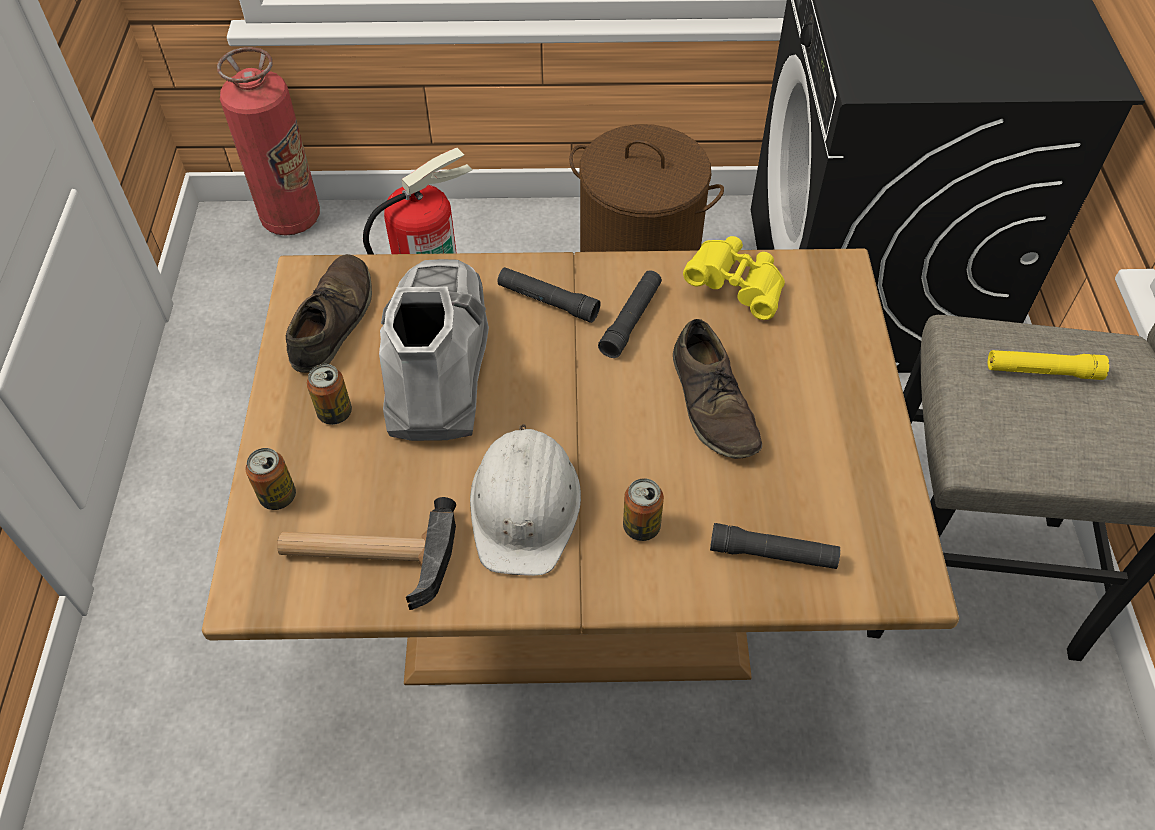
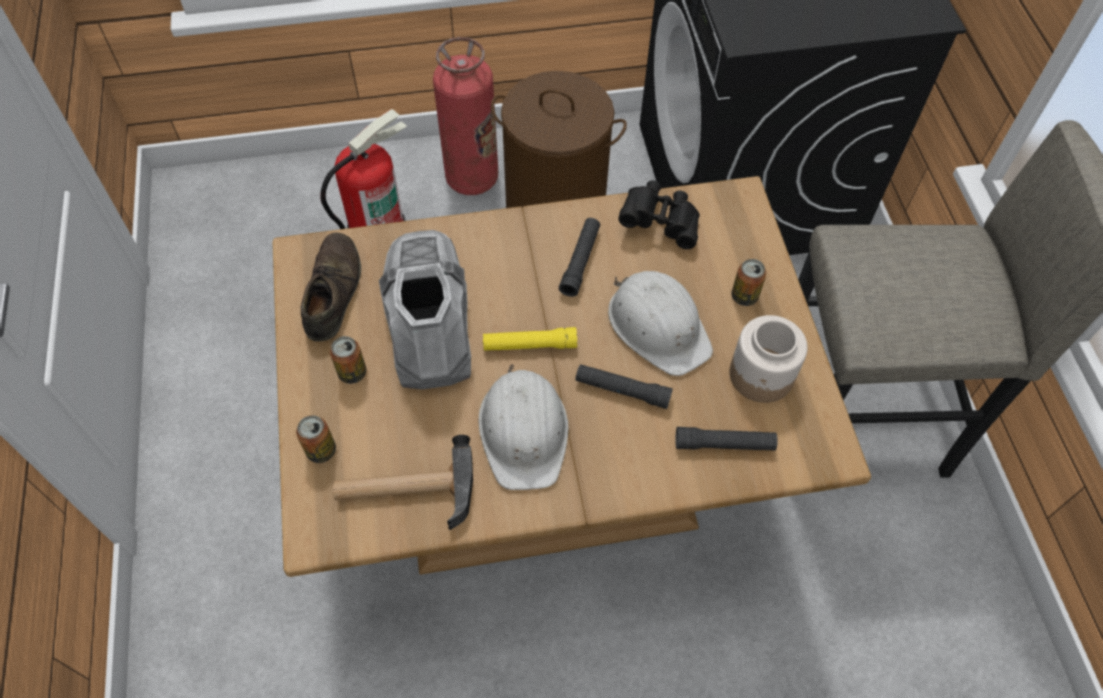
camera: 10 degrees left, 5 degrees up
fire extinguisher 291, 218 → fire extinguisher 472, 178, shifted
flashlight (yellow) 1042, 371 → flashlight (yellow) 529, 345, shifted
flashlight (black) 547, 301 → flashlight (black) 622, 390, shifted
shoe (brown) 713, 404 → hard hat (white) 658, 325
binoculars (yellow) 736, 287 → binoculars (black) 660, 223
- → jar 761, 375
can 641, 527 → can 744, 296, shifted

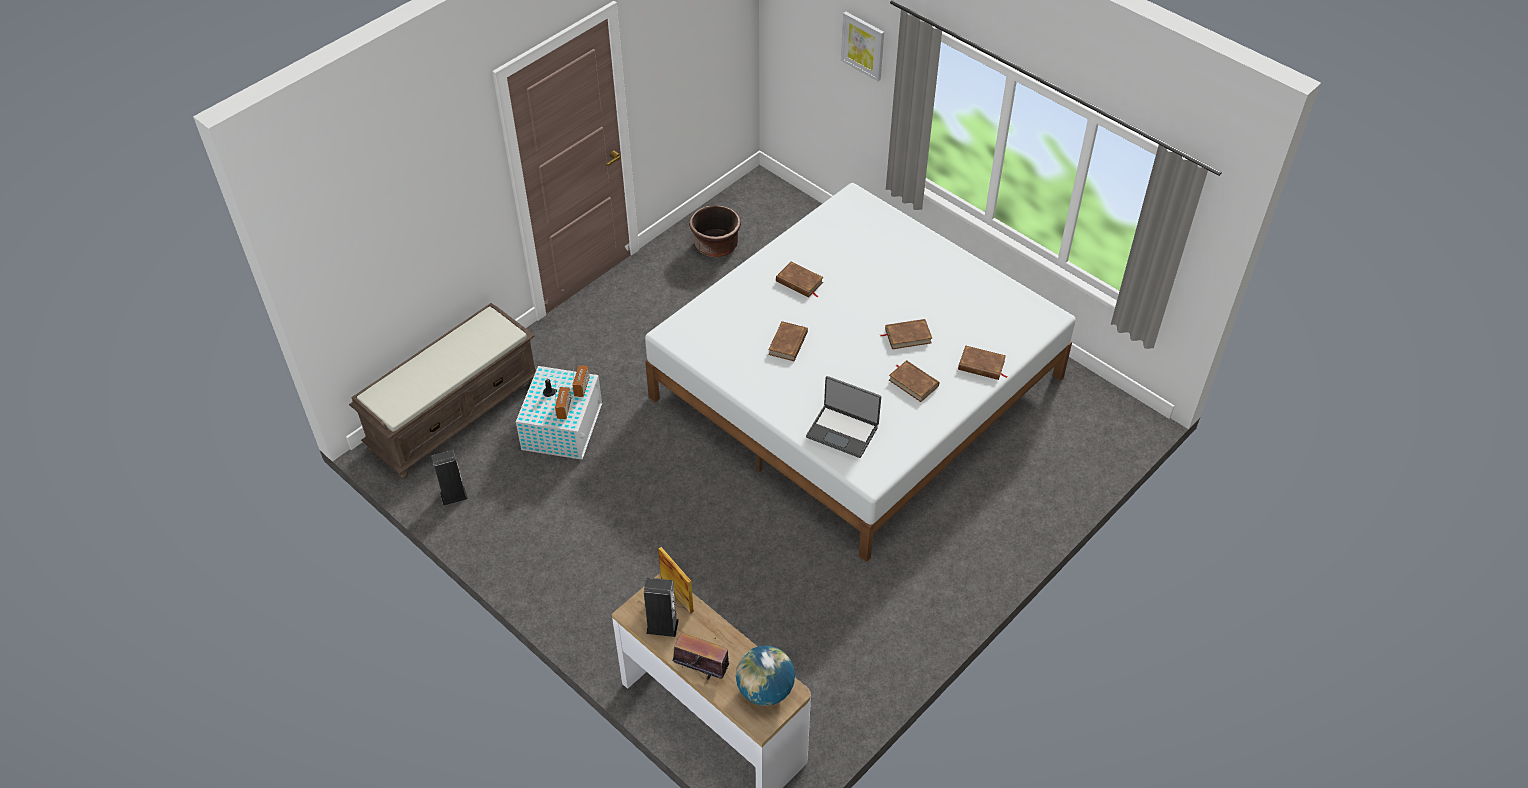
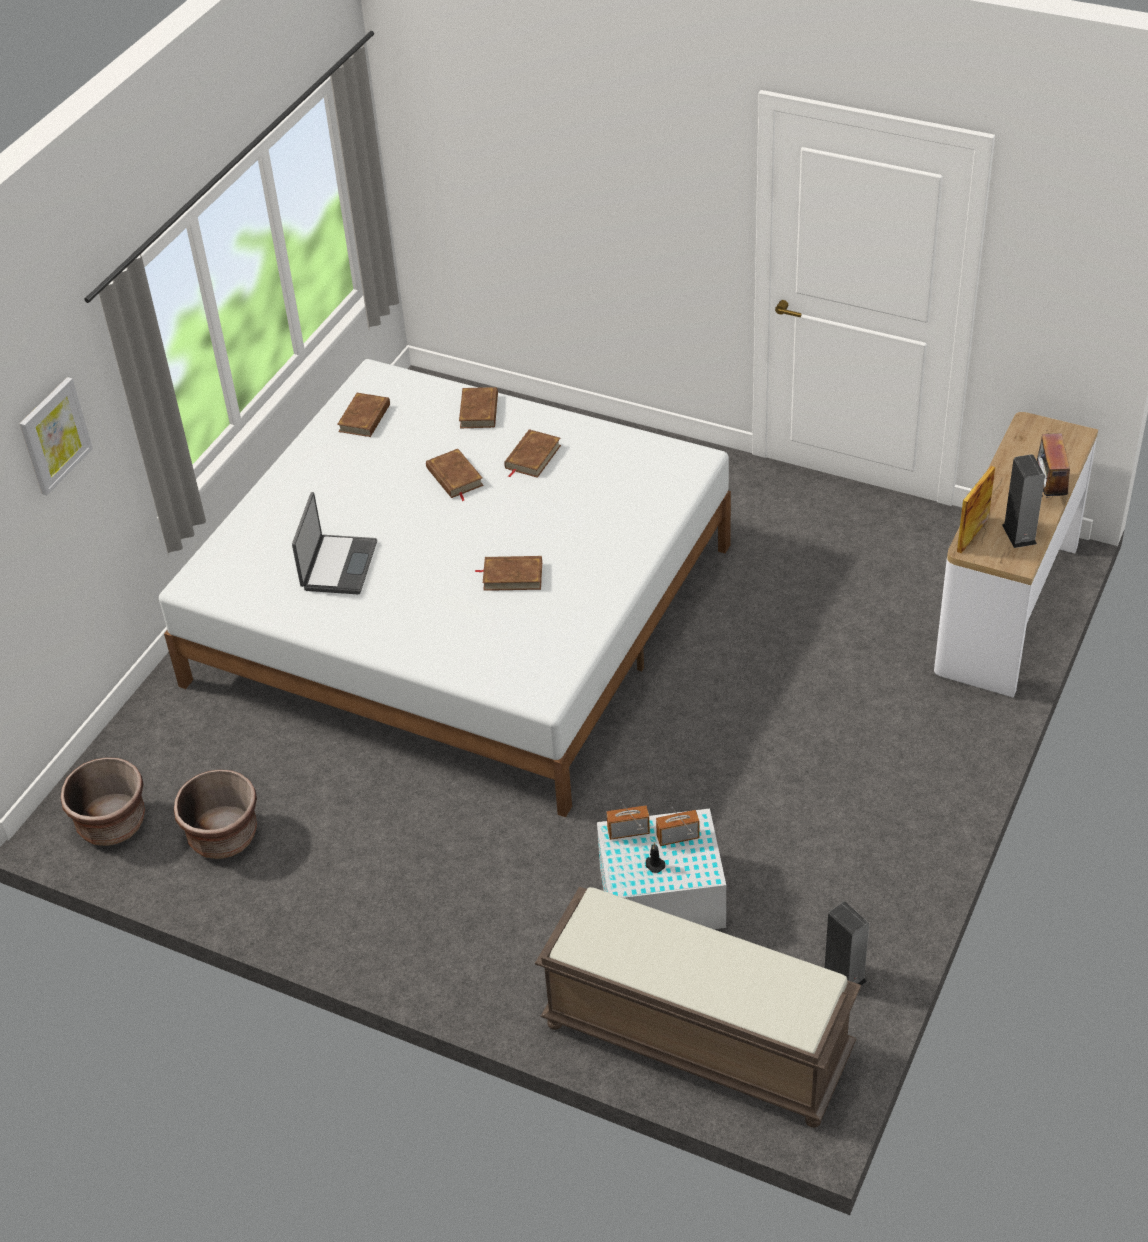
camera: 105 degrees left, 5 degrees down
- → planter (brown) 112, 823
laptop 843, 431 → laptop 338, 566, shifted
book (brown) 799, 282 → book (brown) 365, 418, shifted
globe 765, 690 → -

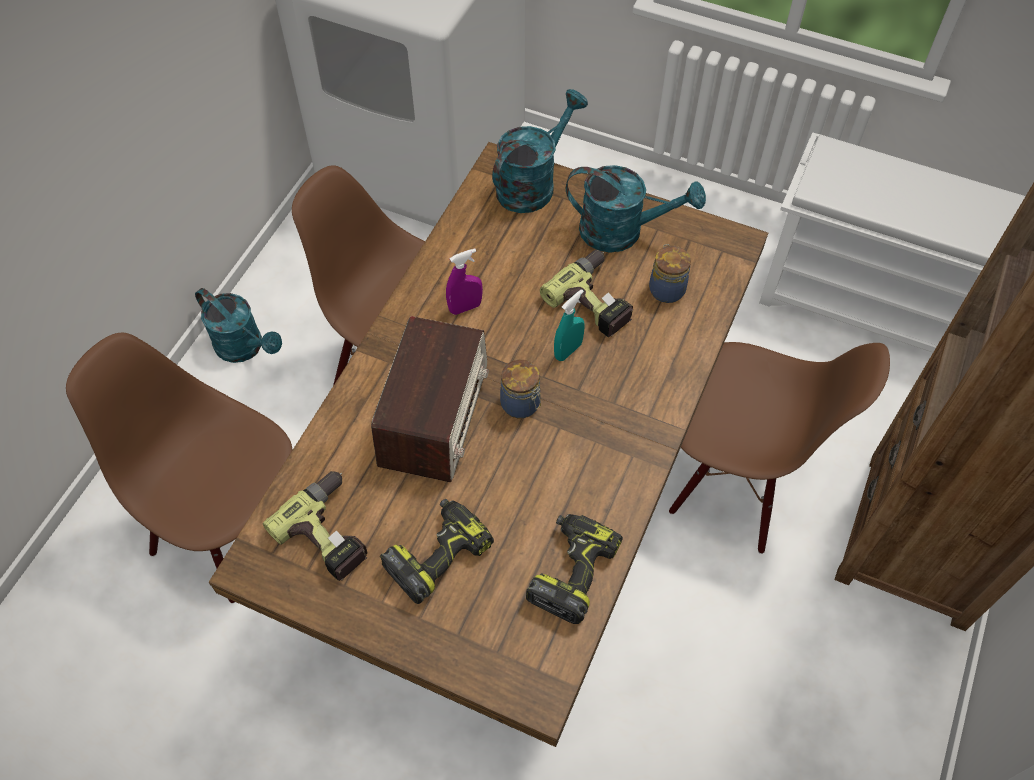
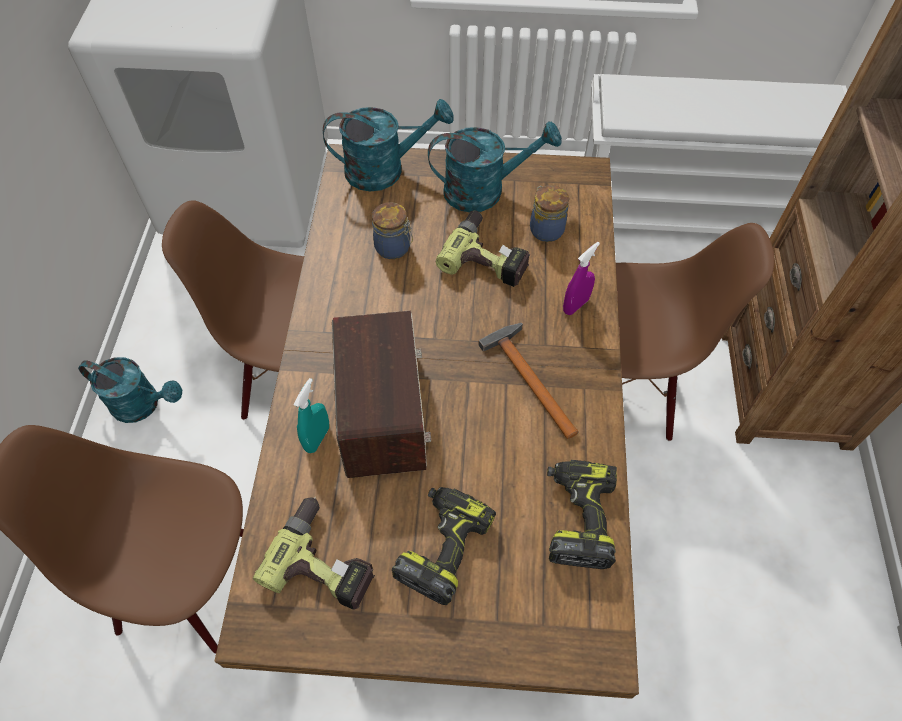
camera: 20 degrees left, 0 degrees up
spray bottle (turquoise) 568, 351 → spray bottle (turquoise) 317, 438, shifted
watering can (turquoise) 532, 183 → watering can (turquoise) 385, 170, 60 degrees clockwise
jar 521, 405 → jar 394, 248, shifted
- → hammer 529, 378
spray bottle (purple) 465, 307 → spray bottle (purple) 575, 305, shifted

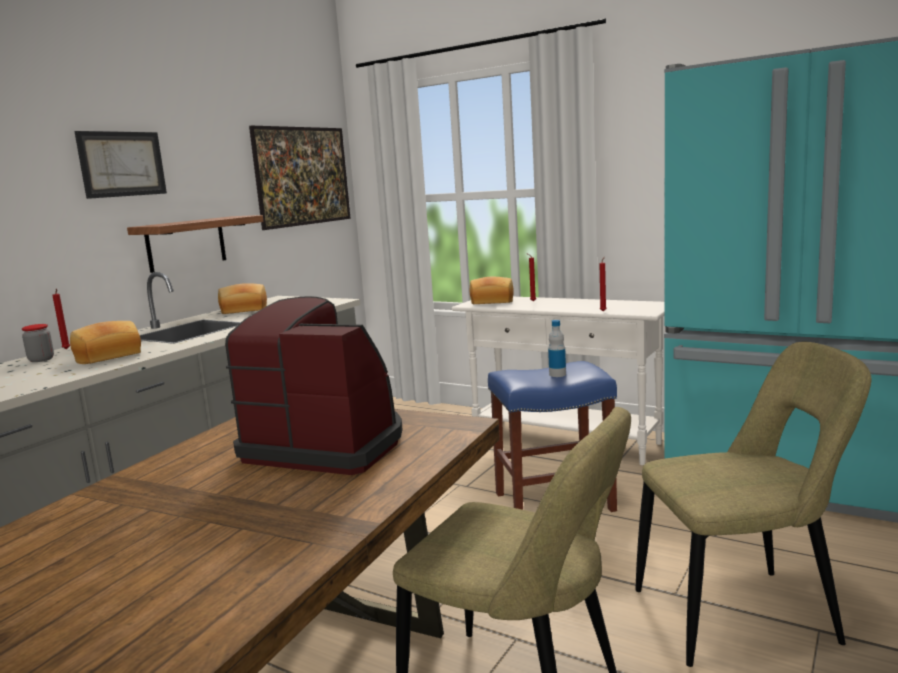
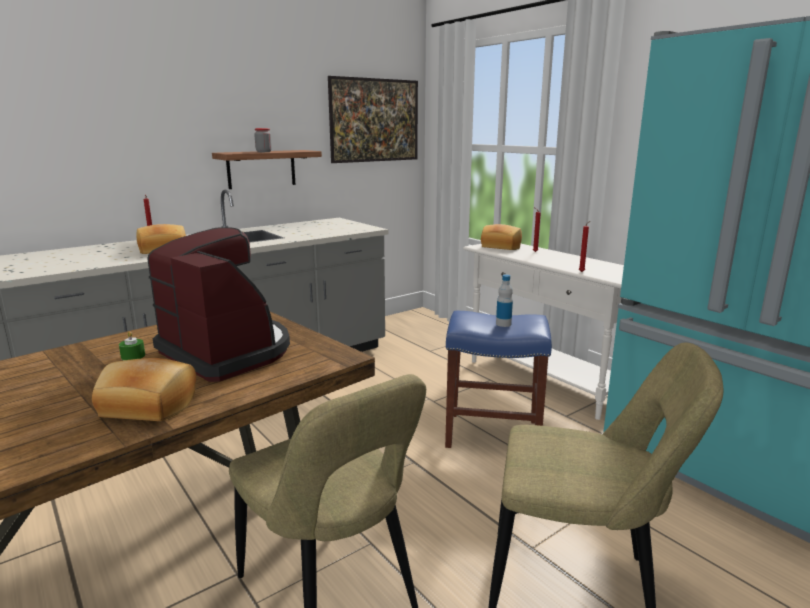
camera: 20 degrees right, 5 degrees up
bread 244, 310 → bread 148, 406, shifted
- → candle (green) 133, 356
jar 41, 360 → jar 263, 152, shifted
picture 122, 164 → -

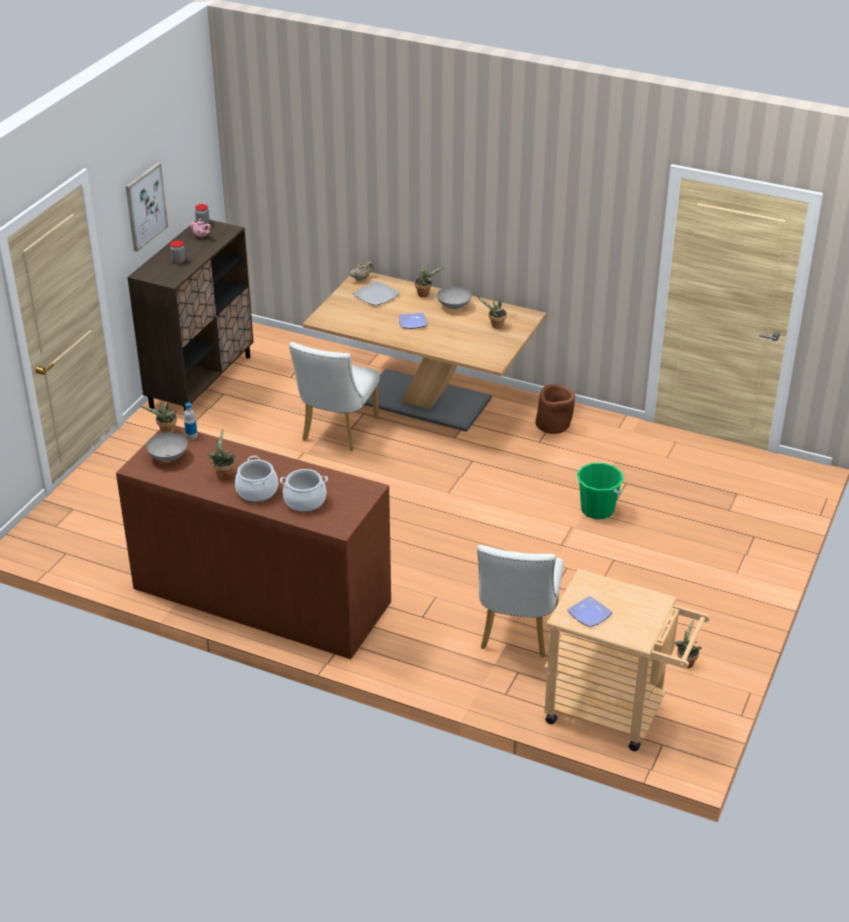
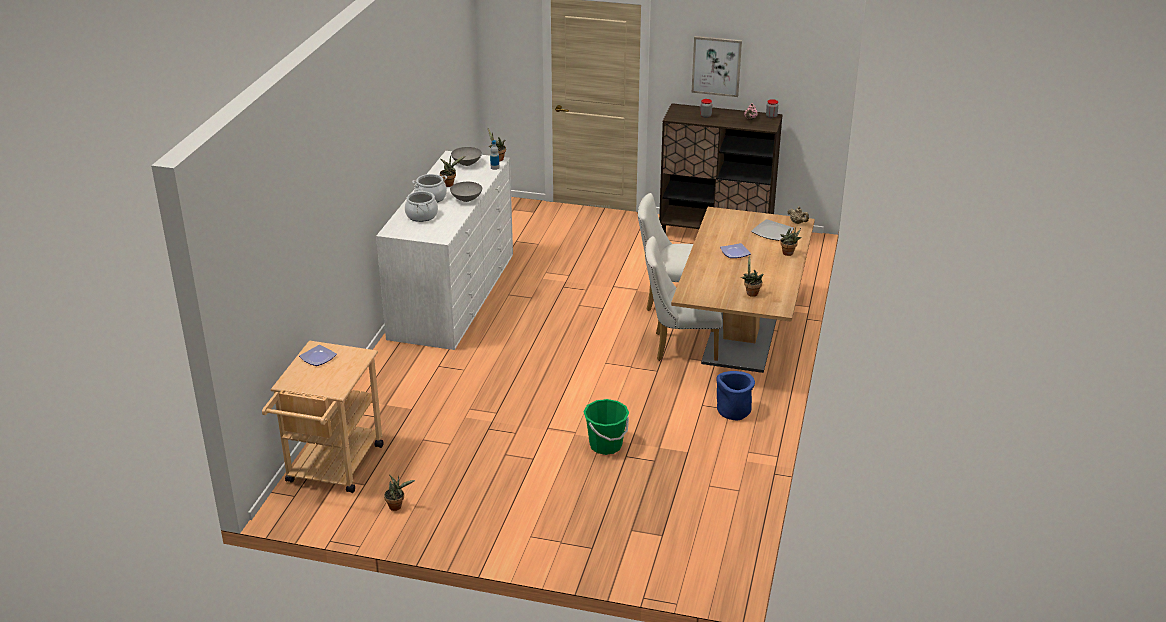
camera: 80 degrees right, 5 degrees down
dresser (brown) 261, 595 → dresser (white) 453, 295
bowl (grey) 454, 306 → bowl (grey) 467, 199, shifted
chair (white) 516, 633 → chair (white) 680, 347, shifted
planter (brown) 553, 425 → planter (blue) 733, 411

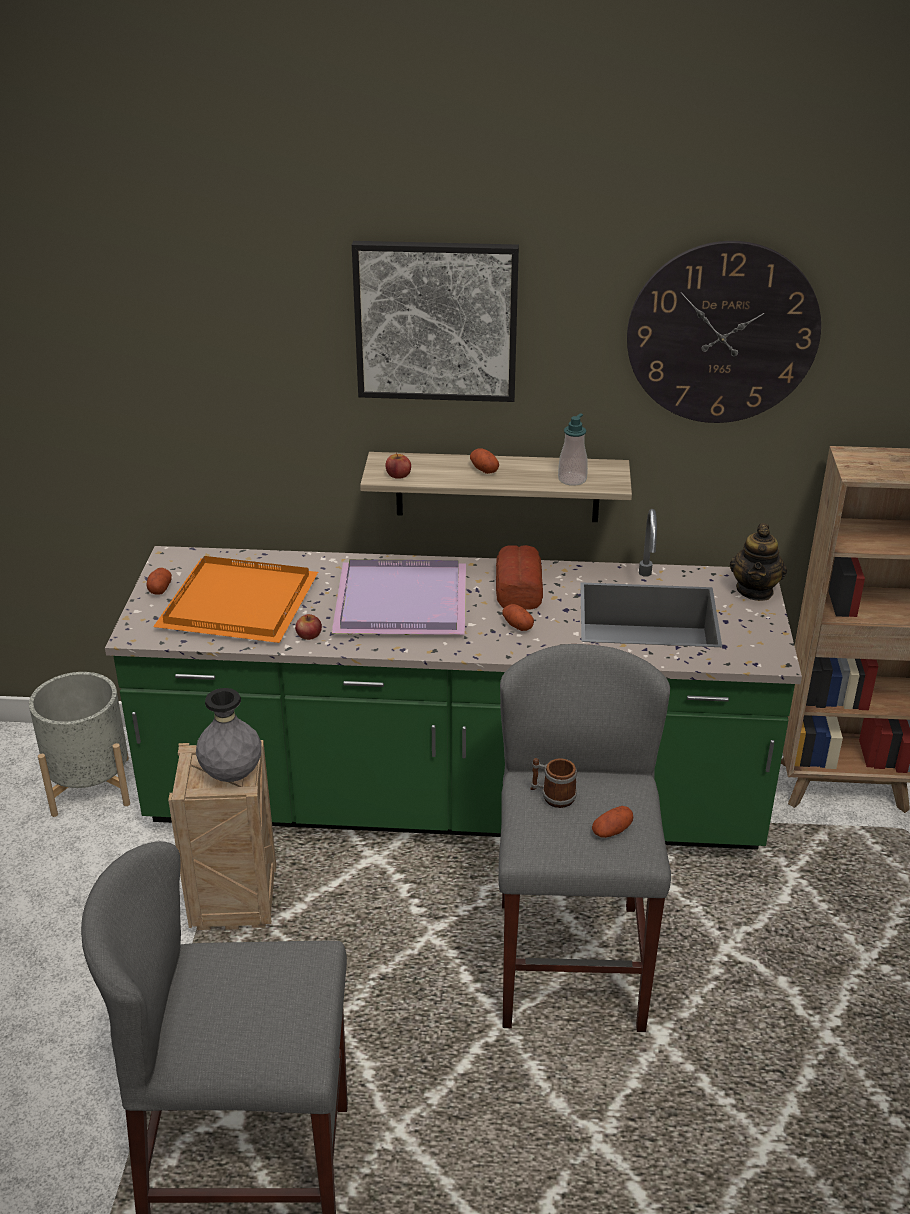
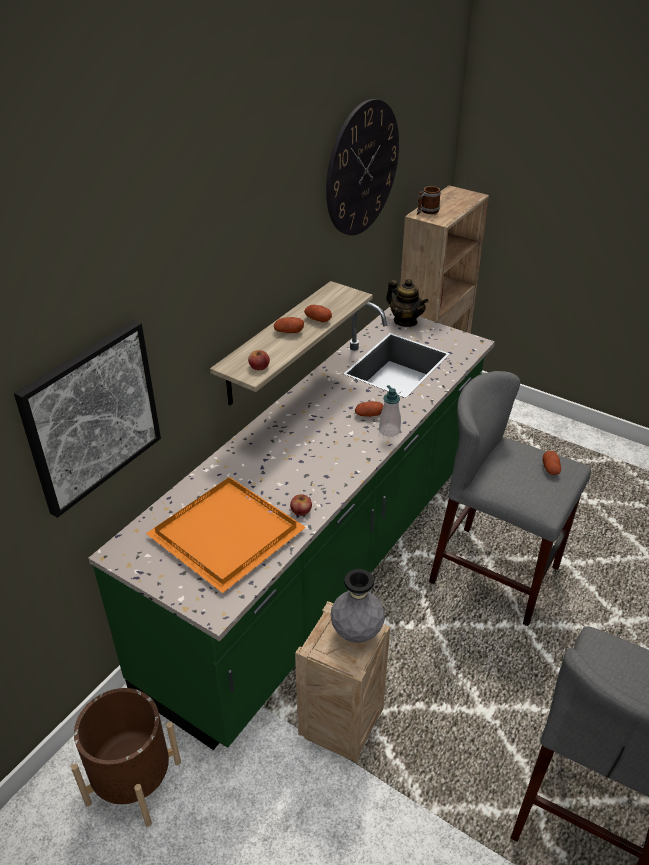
camera: 60 degrees left, 5 degrees up
picture 436, 321 → picture 91, 416, shifted
planter (grey) 91, 786 → planter (brown) 134, 782
potato 160, 588 → potato 318, 319, shifted
soap dispenser 572, 479 → soap dispenser 389, 430, shifted
mug 552, 796 → mug 427, 211, shifted
tray (purple) 398, 603 → -
bread 518, 588 → -

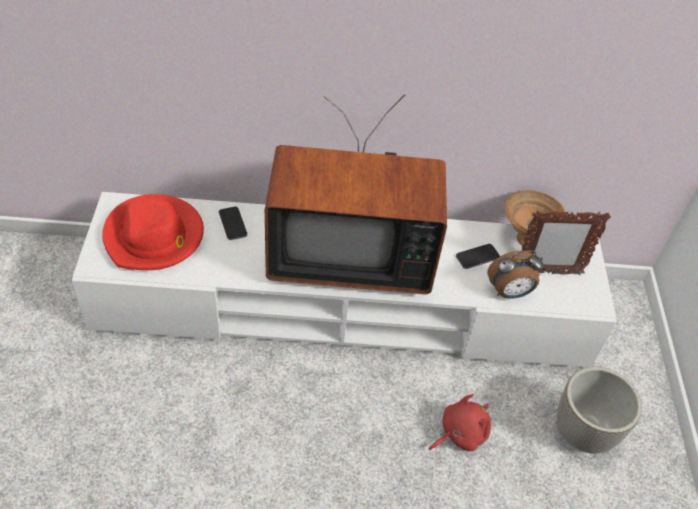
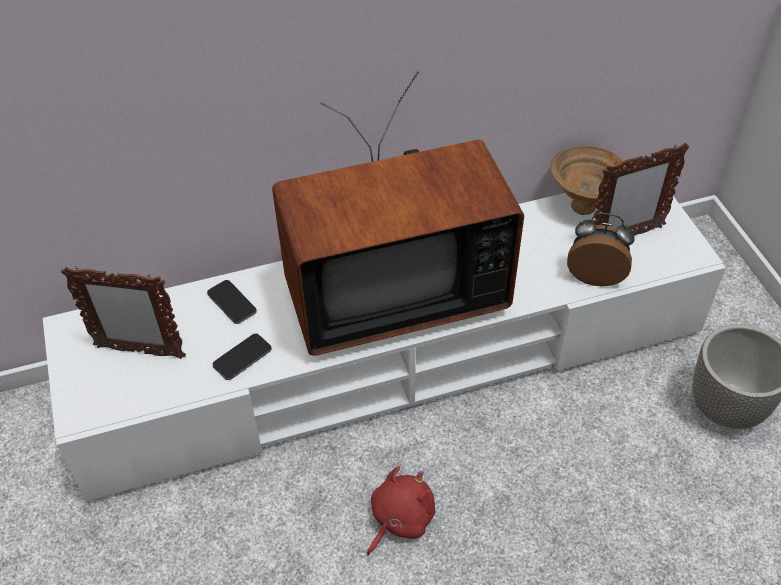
camera: 15 degrees left, 0 degrees up
hat (red) 154, 236 → picture frame 139, 352
phone 477, 257 → phone 242, 358, shifted
plush toy (red) 460, 433 → plush toy (red) 399, 519, shifted
alarm clock 509, 292 → alarm clock 595, 274, 135 degrees counterclockwise

